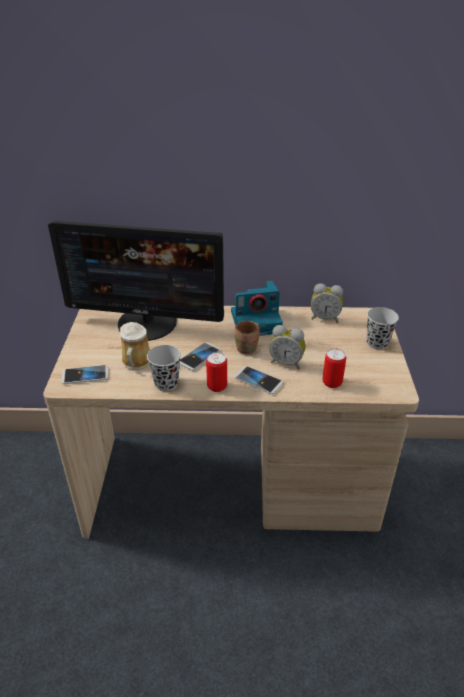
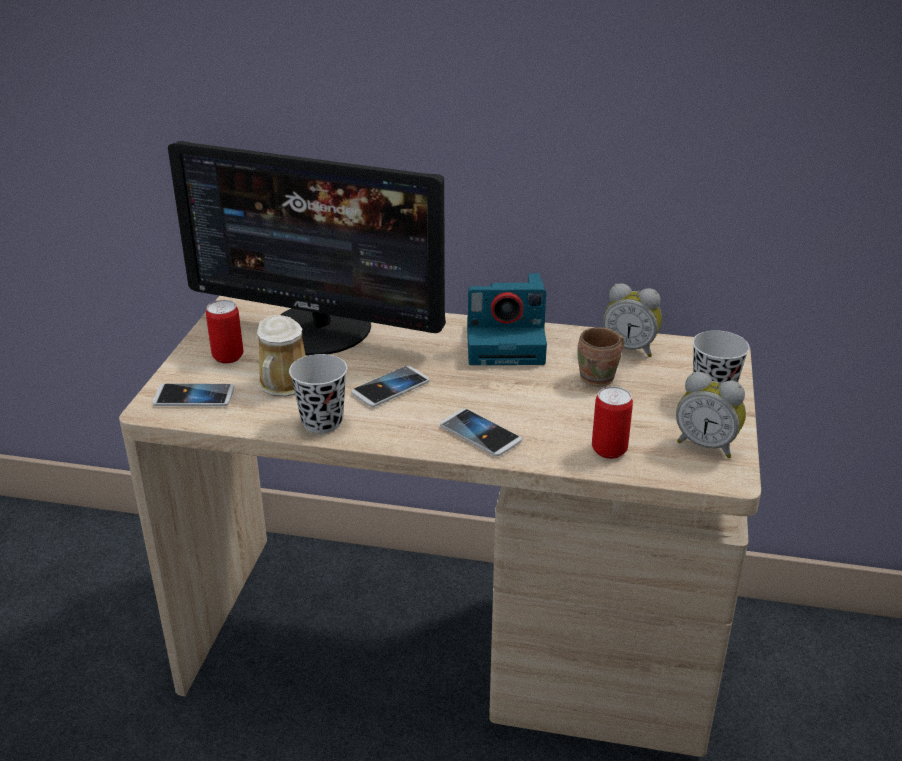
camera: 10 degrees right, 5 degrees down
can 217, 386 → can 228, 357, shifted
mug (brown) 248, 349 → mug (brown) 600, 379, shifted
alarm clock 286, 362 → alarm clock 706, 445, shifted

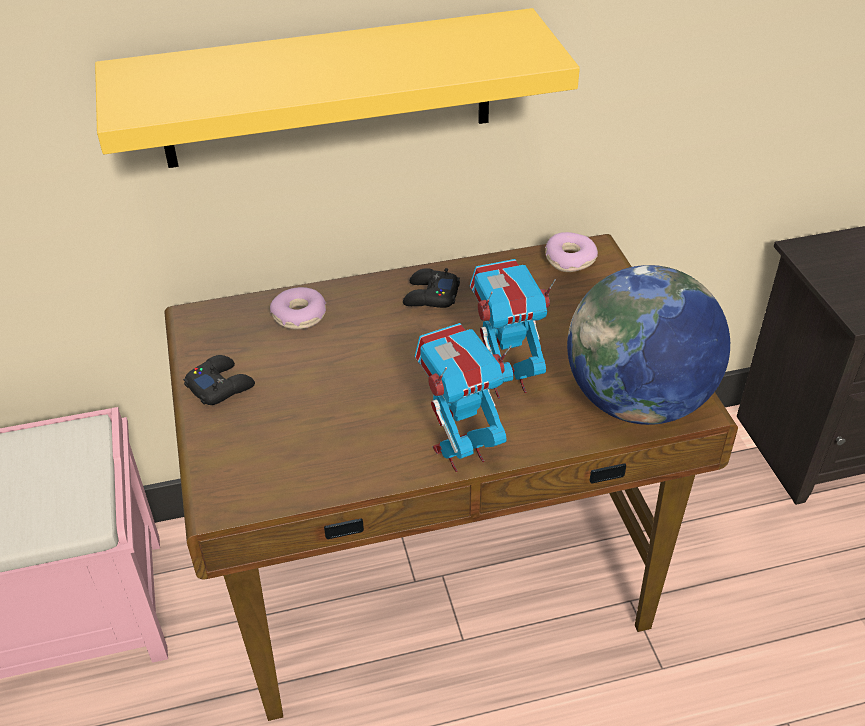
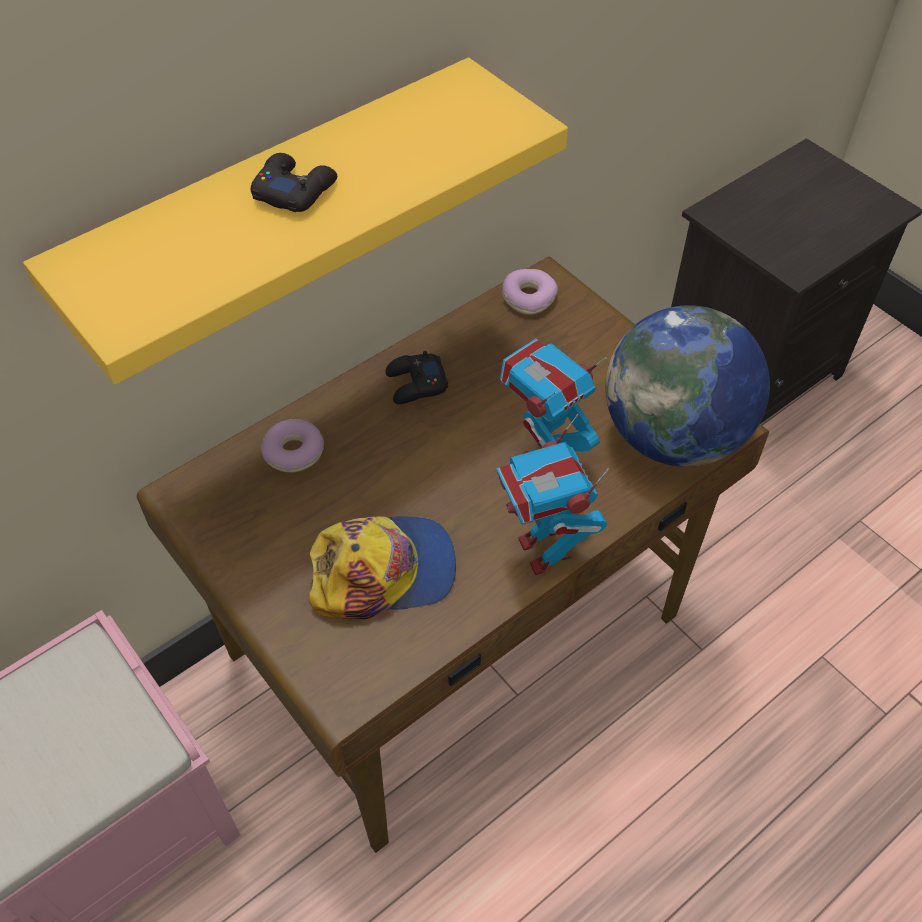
camera: 25 degrees left, 10 degrees up
game controller (black) 220, 386 → game controller (black) 294, 190, shifted
- → cap 383, 571
toy robot 460, 452 → toy robot 544, 551, 60 degrees counterclockwise

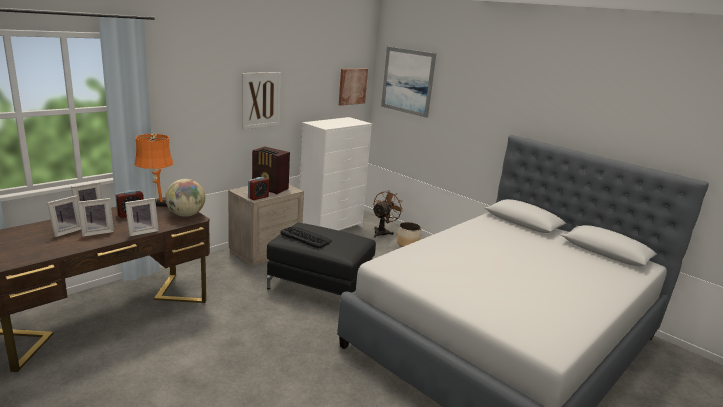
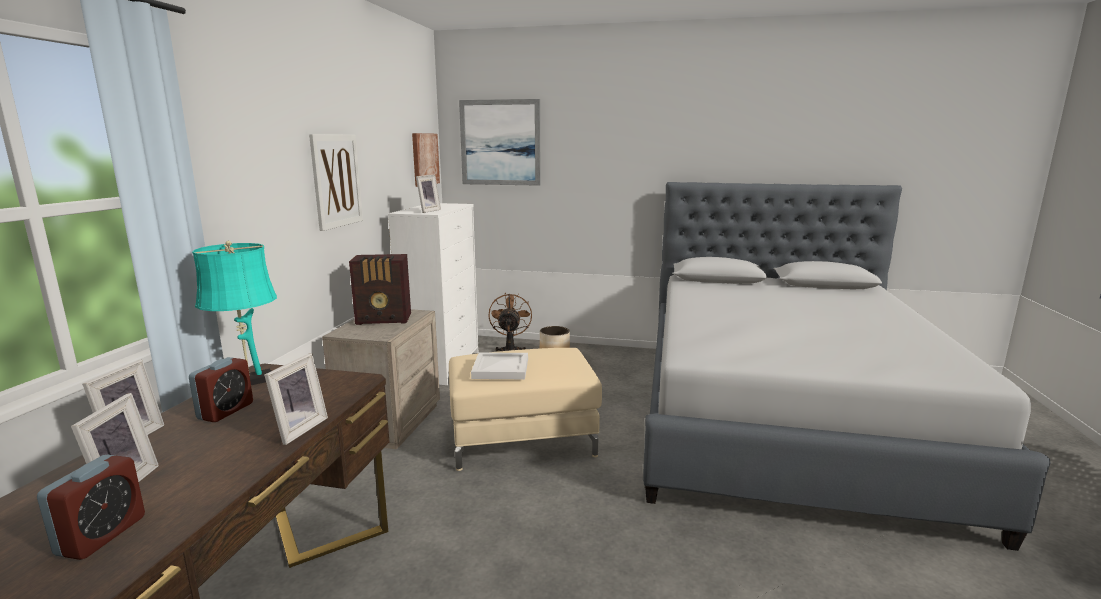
camera: 30 degrees left, 5 degrees down
alarm clock 258, 197 → alarm clock 102, 535, shifted
table lamp (orange) 156, 204 → table lamp (turquoise) 250, 381
picture frame 97, 232 → picture frame 427, 211, shifted
ottoman (black) 320, 286 → ottoman (beige) 522, 438
keyboard 305, 237 → tray (white) 499, 369
globe 186, 215 → -

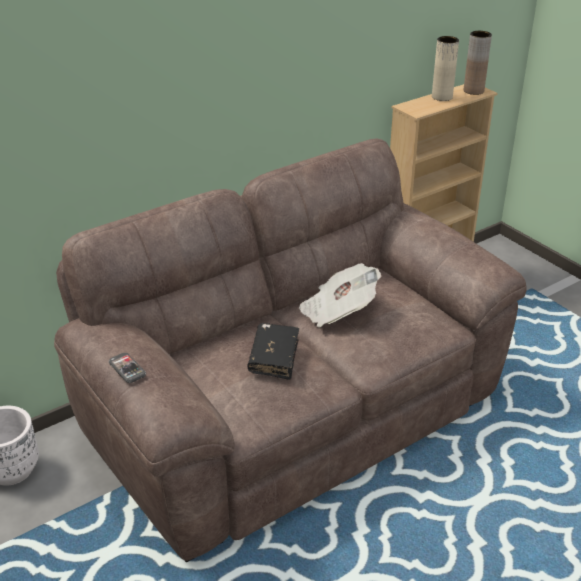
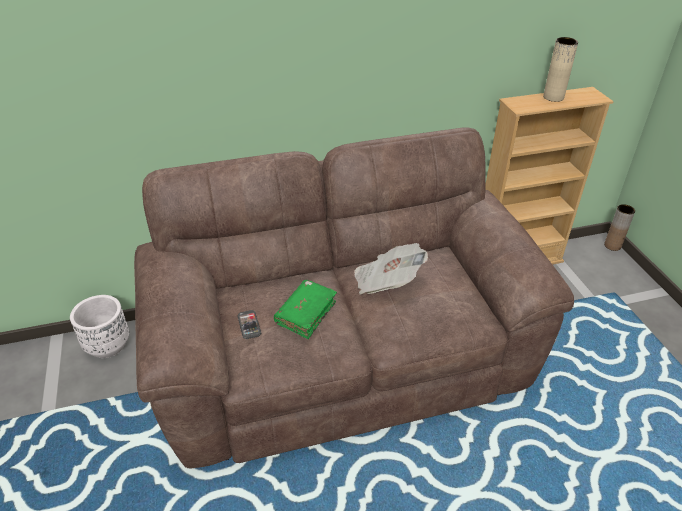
camera: 20 degrees right, 5 degrees up
phone 127, 369 → phone 249, 325, shifted
book (black) 274, 357 → book (green) 306, 313
vase (brown) 473, 91 → vase (brown) 612, 246, shifted

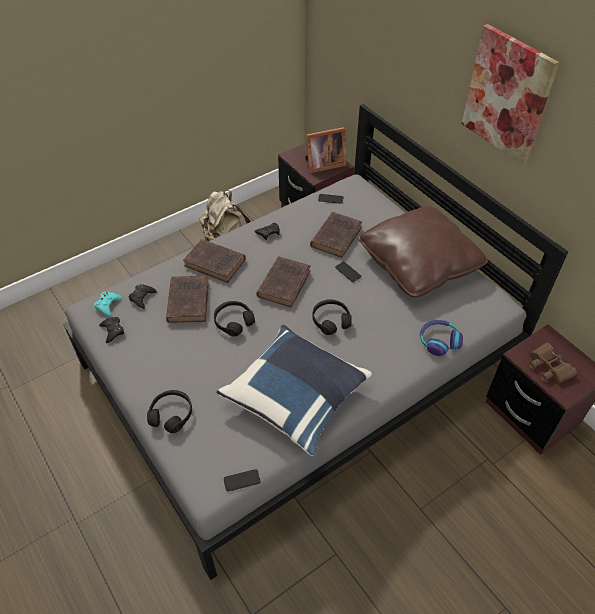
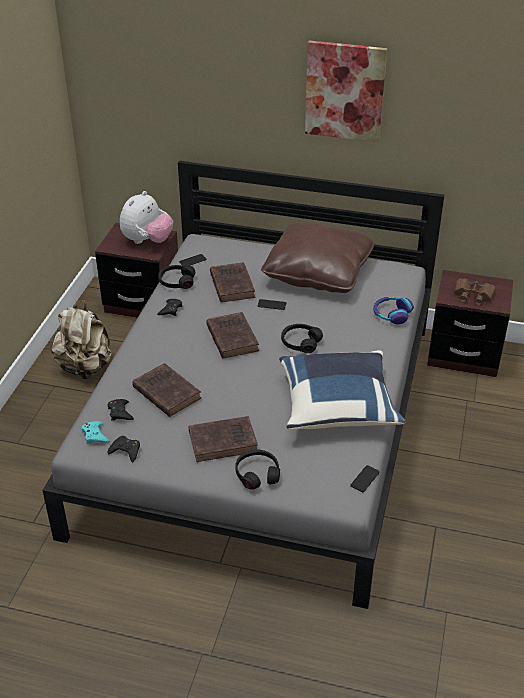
camera: 40 degrees left, 10 degrees down
picture frame 323, 164 → plush toy 147, 241
headphones (black) 233, 321 → headphones (black) 176, 281, shifted
book (brown) 216, 263 → book (brown) 225, 441, shifted

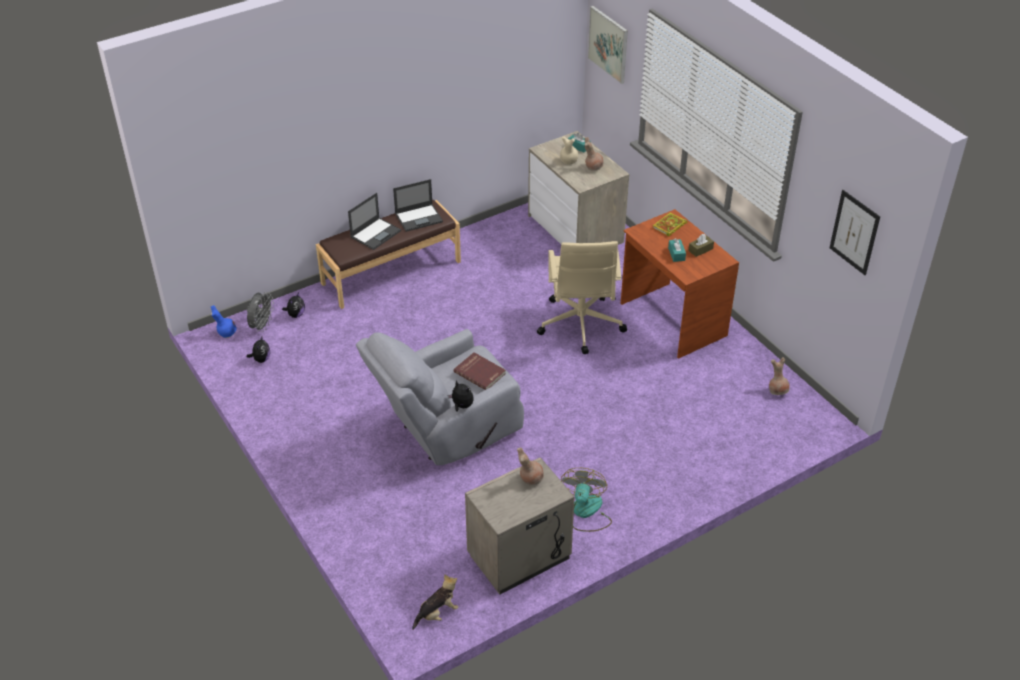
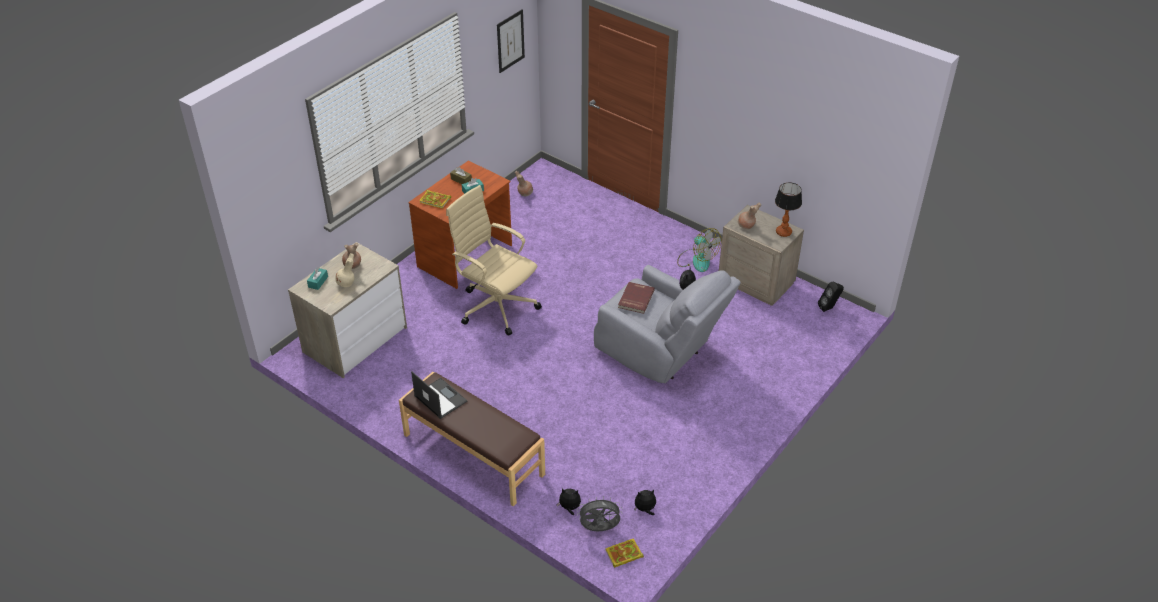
camera: 110 degrees left, 0 degrees up
office chair (beige) 580, 326 → office chair (beige) 496, 306, 120 degrees counterclockwise
vase (blue) 226, 333 → book 623, 555
fan 586, 512 → fan 697, 260, 120 degrees counterclockwise
- → table lamp 784, 232
plush toy 437, 613 → speaker (black) 829, 308
laptop 376, 233 → -
picture 608, 44 → -

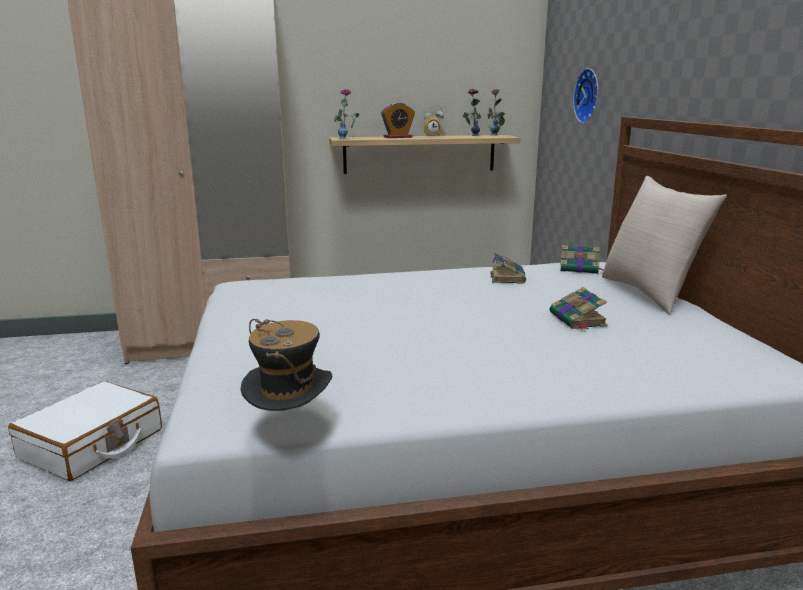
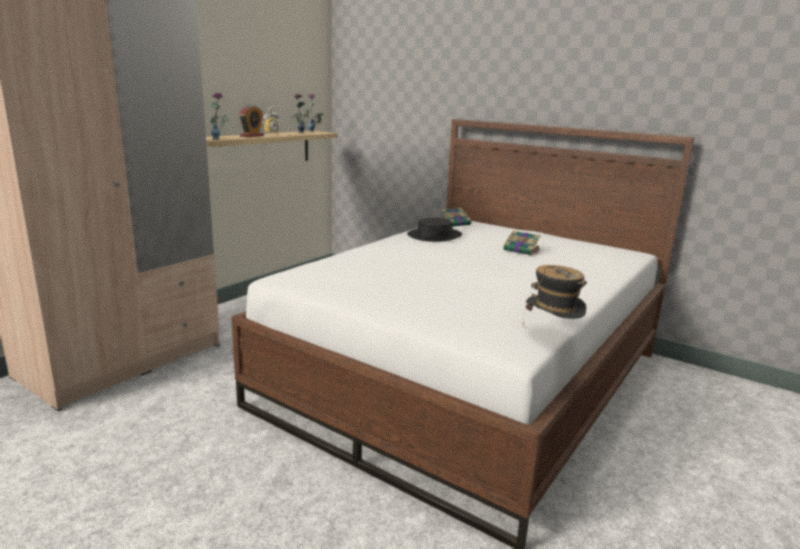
camera: 45 degrees left, 0 degrees up
book 507, 277 → hat (black) 434, 235
suitcase (white) 92, 444 → -
wall clock 589, 96 → -
pillow (beige) 649, 293 → -

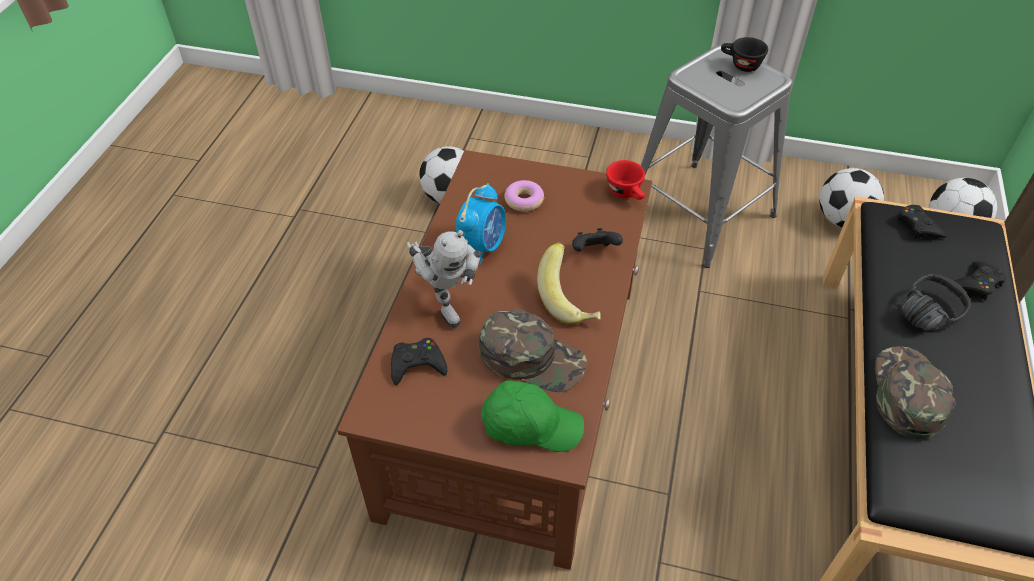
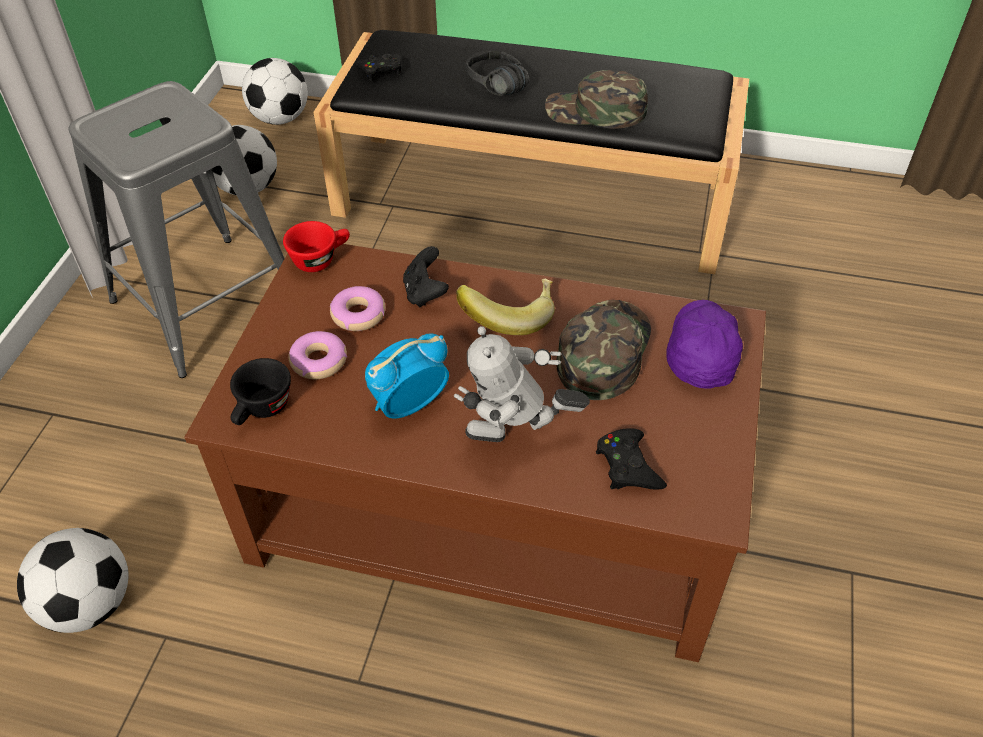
camera: 90 degrees left, 0 degrees up
cup (black) 740, 65 → cup (black) 262, 410, shifted
- → donut 358, 314
alarm clock 483, 246 → alarm clock 408, 405, 60 degrees counterclockwise
toy robot 445, 302 → toy robot 516, 441, 150 degrees counterclockwise
cap (green) 530, 425 → cap (purple) 700, 352
game controller (black) 976, 284 → -

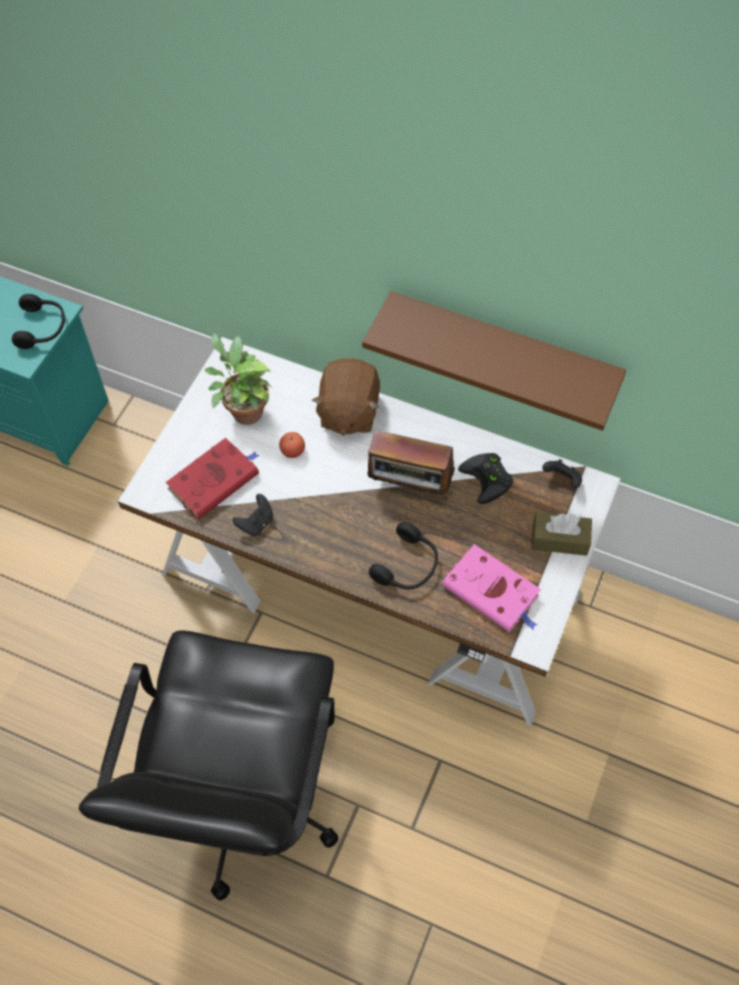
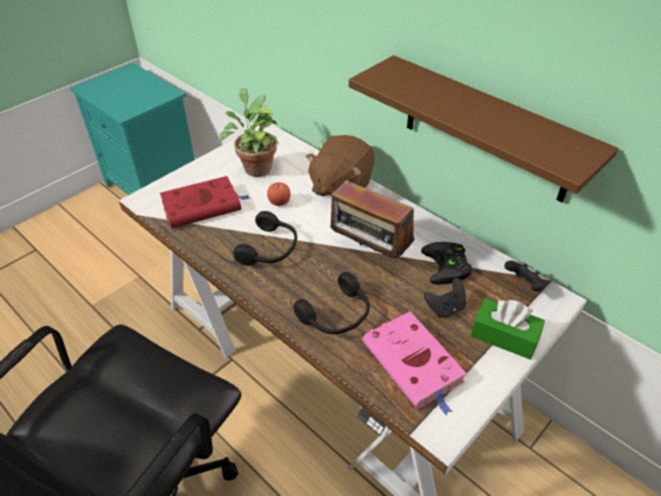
camera: 20 degrees right, 15 degrees down
headphones (black) 42, 328 → headphones (black) 270, 249, shifted
game controller (black) 256, 523 → game controller (black) 445, 308, shifted
tissue box (brown) 559, 539 → tissue box (green) 504, 336

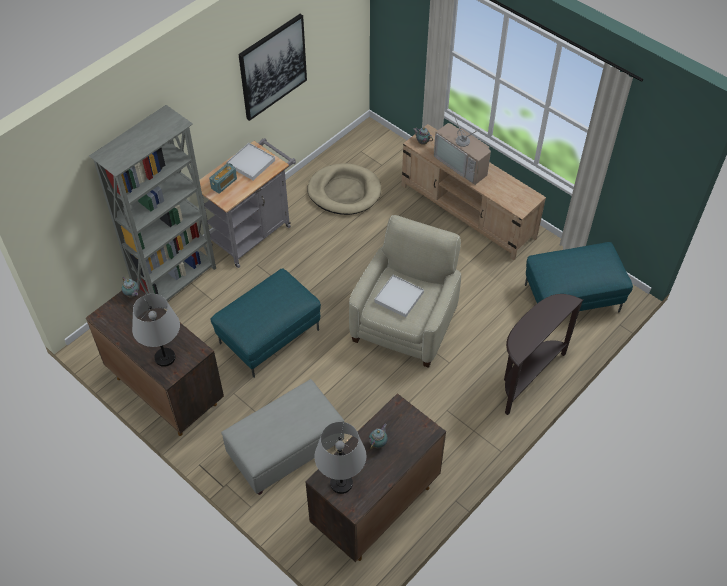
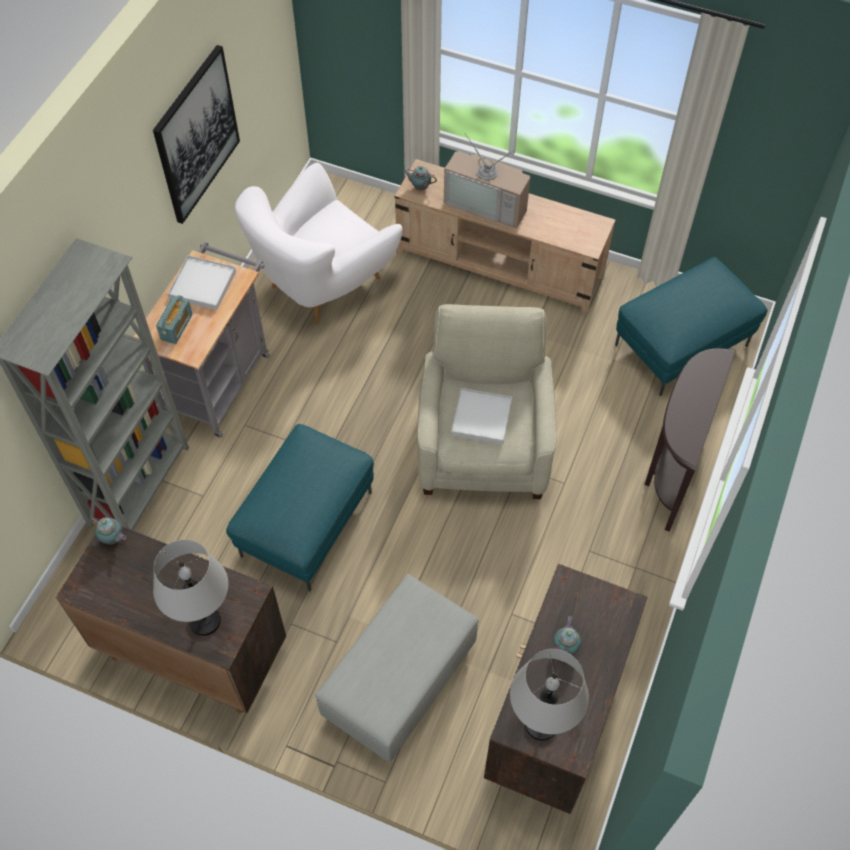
camera: 20 degrees left, 5 degrees up
dog bed (beige) 344, 191 → armchair (white) 323, 284

